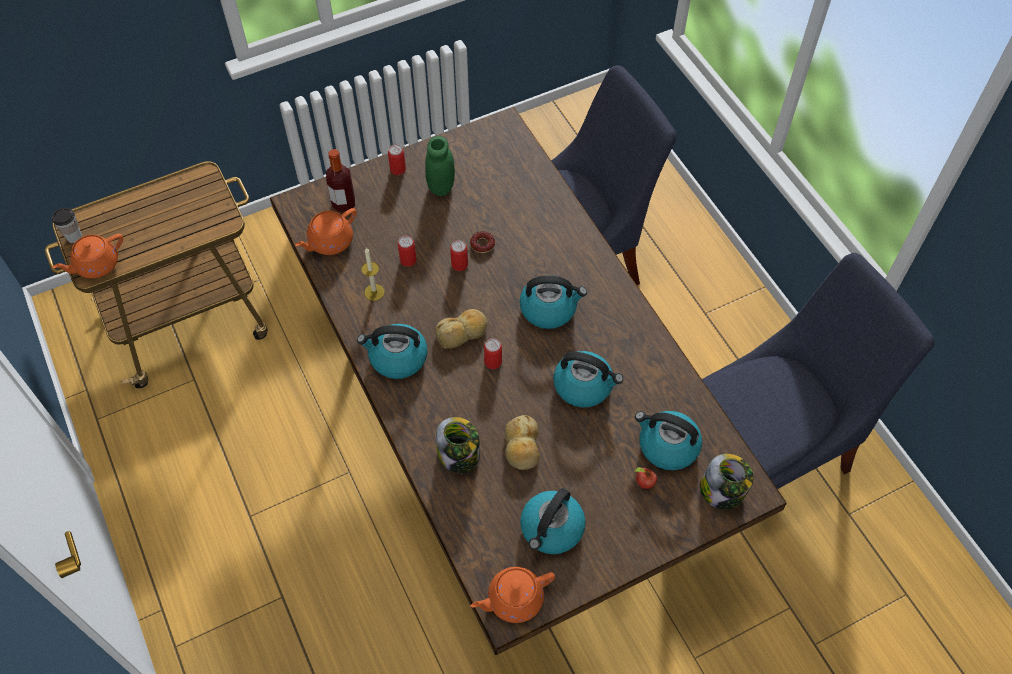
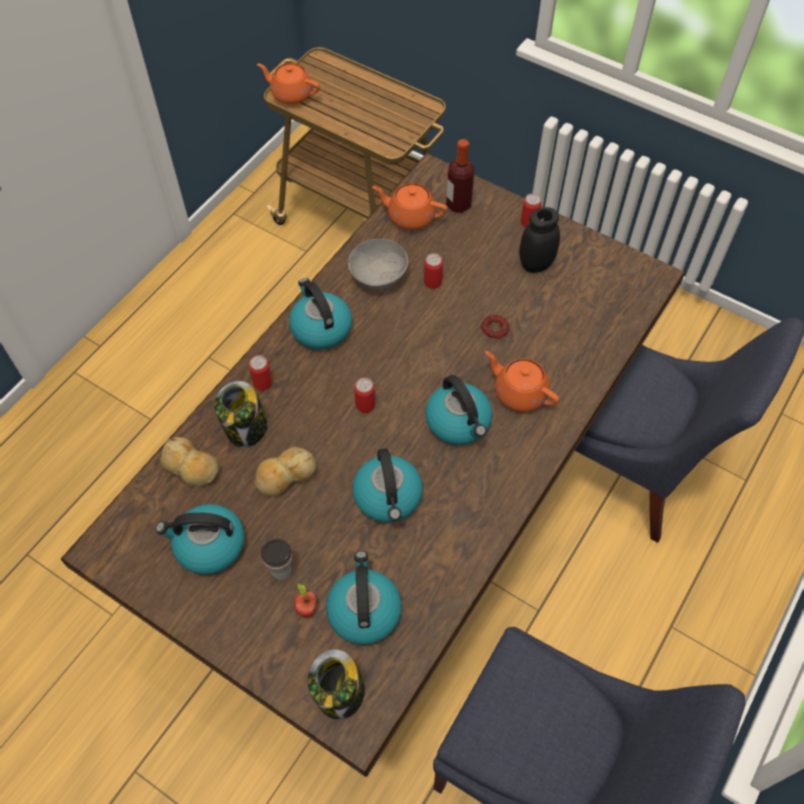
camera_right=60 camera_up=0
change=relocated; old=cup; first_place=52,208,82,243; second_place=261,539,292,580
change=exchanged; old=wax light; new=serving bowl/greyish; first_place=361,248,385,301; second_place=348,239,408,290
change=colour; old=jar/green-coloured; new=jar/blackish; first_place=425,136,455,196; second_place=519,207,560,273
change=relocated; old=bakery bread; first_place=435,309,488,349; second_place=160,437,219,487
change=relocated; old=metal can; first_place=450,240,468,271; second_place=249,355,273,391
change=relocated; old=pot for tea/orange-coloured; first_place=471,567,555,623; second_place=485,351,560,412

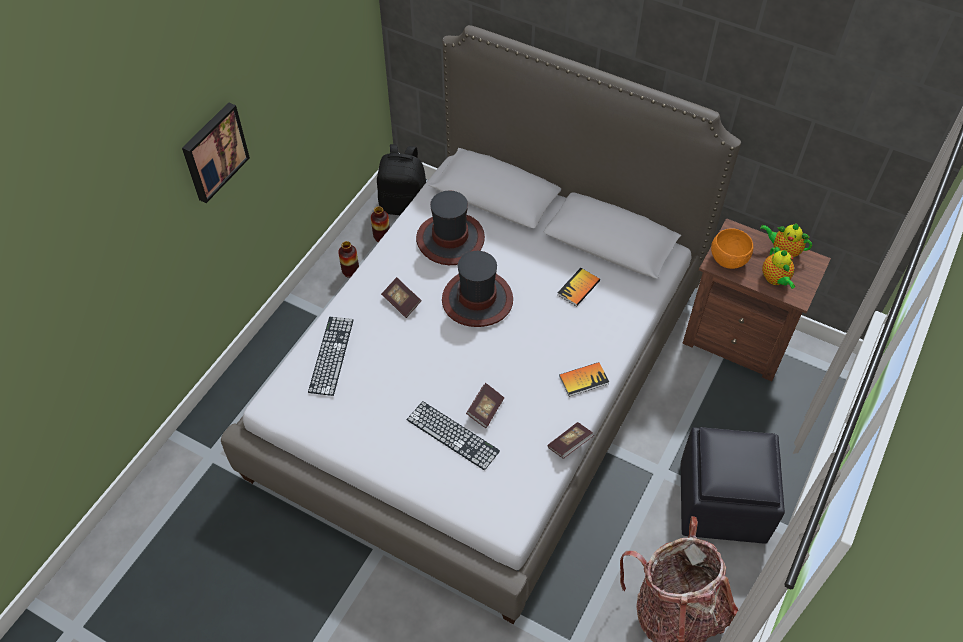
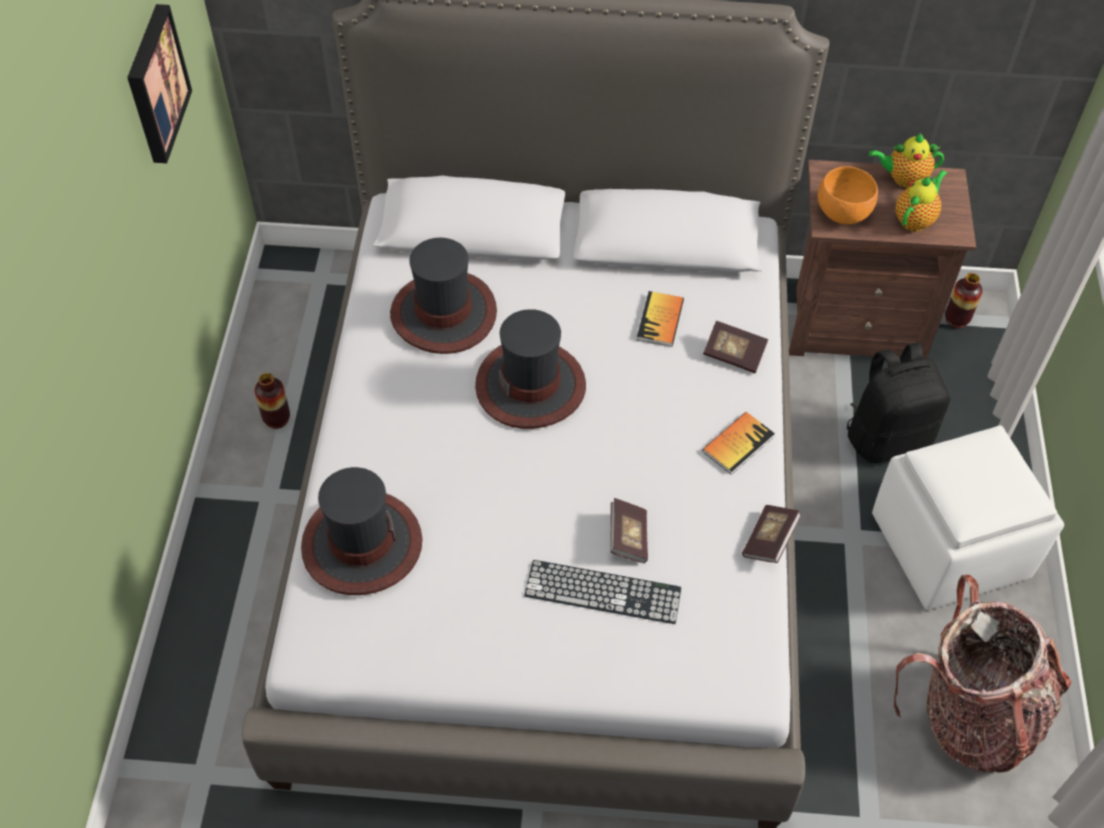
camera_right=-25 camera_up=0
change=relocated; old=wall art; first_place=182,102,250,203; second_place=127,4,192,163
change=exchanged; old=keyboard; new=wearable hat; first_place=308,317,354,396; second_place=301,467,422,595
change=relocated; old=flower vase; first_place=371,207,390,242; second_place=945,273,983,329
change=relocated; old=backpack/blackish; first_place=377,144,426,215; second_place=847,342,950,463
change=relocated; old=bound book; first_place=381,277,422,318; second_place=703,321,768,373
change=colour; old=ottoman/blackish; new=ottoman/whitish; first_place=681,427,785,543; second_place=872,425,1064,610
change=spun; old=pot for tea; first_place=762,245,795,289; second_place=895,170,947,231; degrees=-105

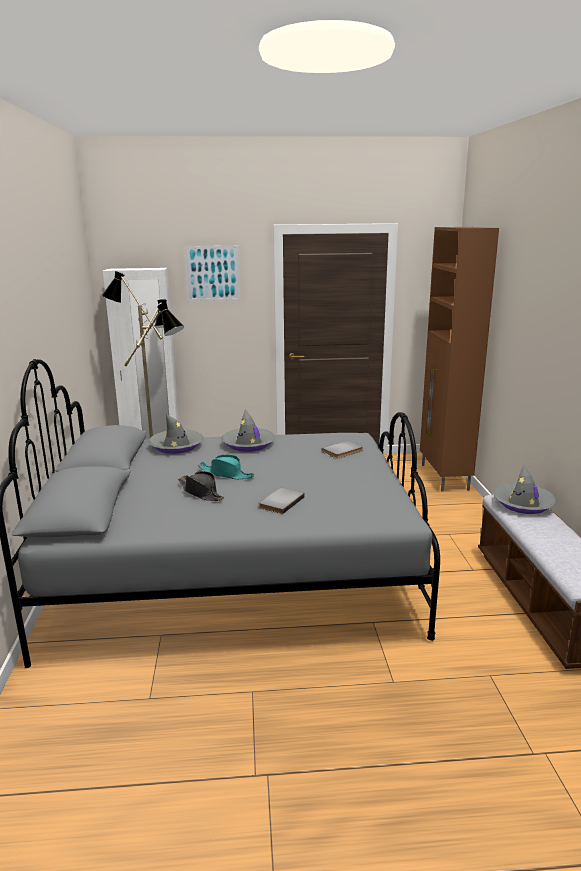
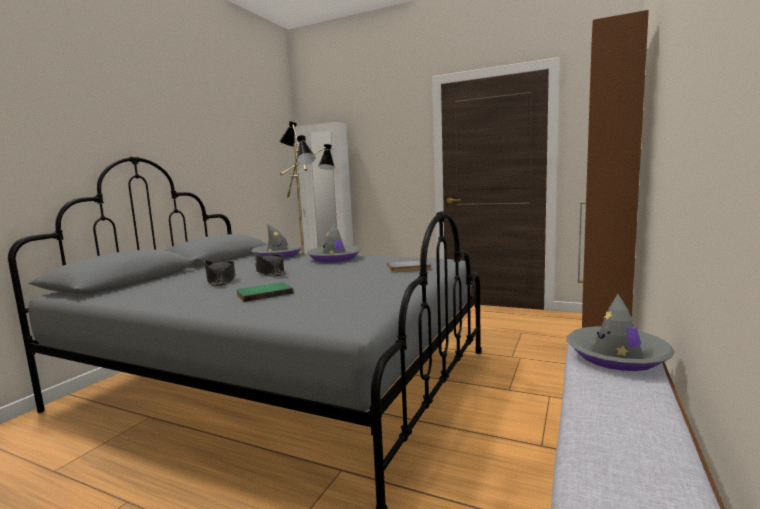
camera_right=30 camera_up=-10
change=missing; old=wall art; first_place=184,246,240,301
change=colour; old=wearable hat/blue-green; new=wearable hat/blackish; first_place=198,455,255,479; second_place=255,254,286,277
change=colour; old=bound book/greyish; new=bound book/green-coloured; first_place=259,487,305,514; second_place=236,282,293,302

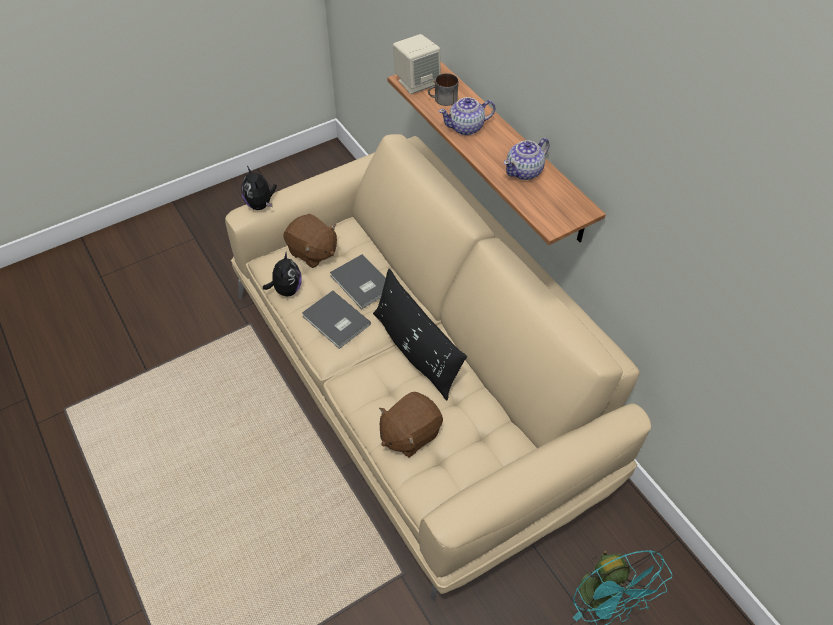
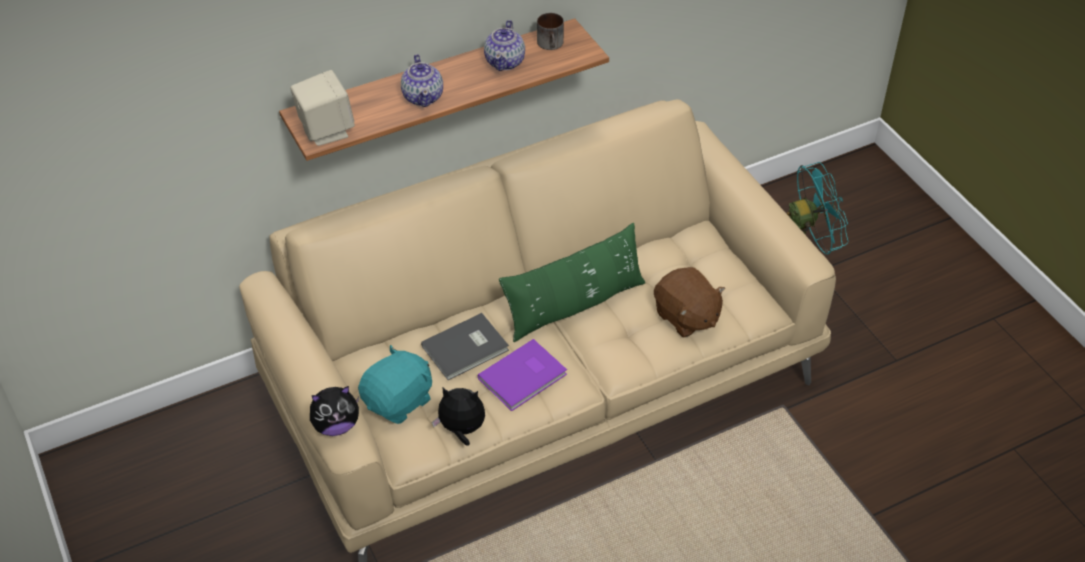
camera_right=-85 camera_up=-5
change=colour; old=plush toy/brownish; new=plush toy/blue-green; first_place=283,214,337,268; second_place=358,345,432,424
change=colour; old=bound book/greyish; new=bound book/purple; first_place=302,290,371,349; second_place=478,339,567,411
change=colour; old=cushion/blackish; new=cushion/green-coloured; first_place=373,268,467,400; second_place=499,223,645,342
change=relocated; old=coffee mug; first_place=428,73,458,106; second_place=537,13,564,50
change=spun; old=pot for tea; first_place=504,138,549,180; second_place=484,20,525,71; degrees=45

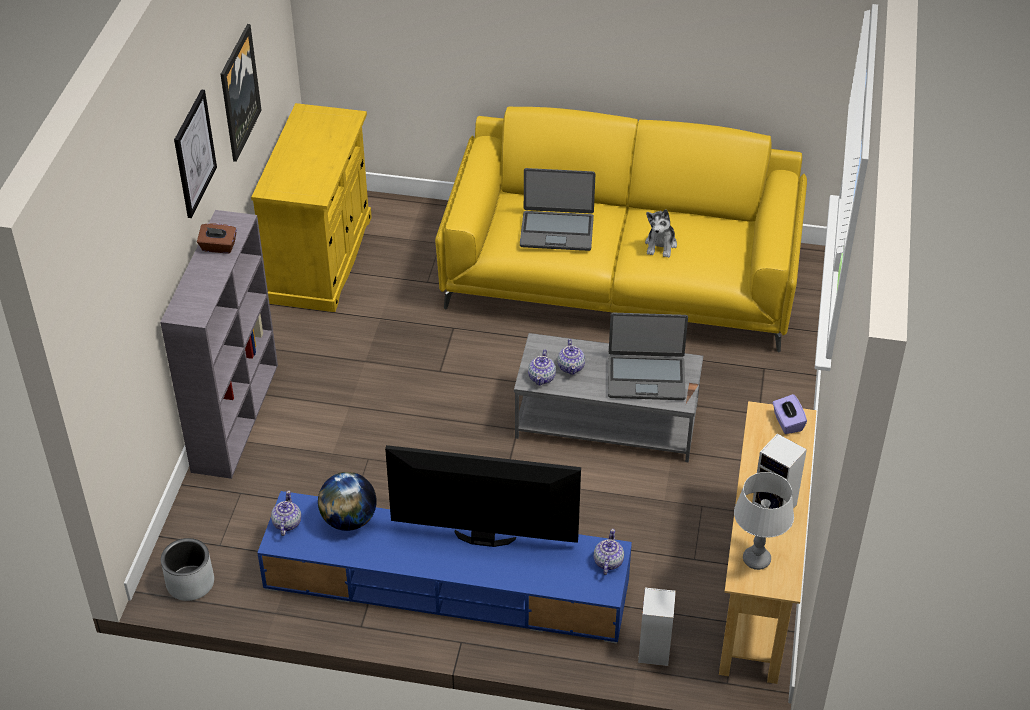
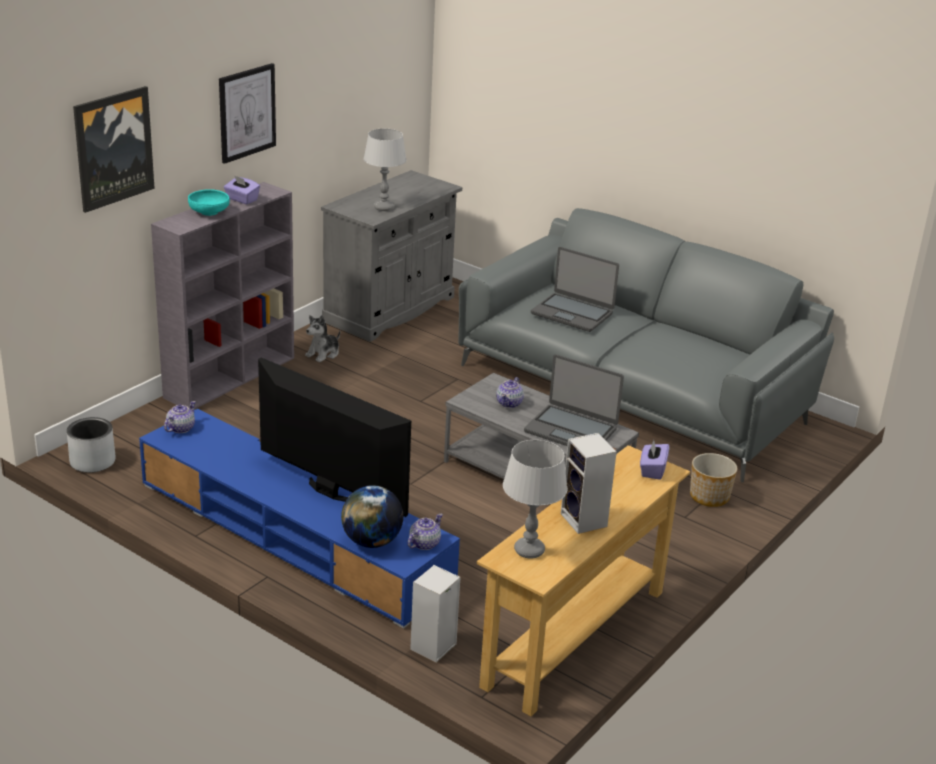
camera_right=25 camera_up=-15
change=colour; old=tissue box/brownish; new=tissue box/purple; first_place=197,223,237,253; second_place=224,175,260,204
change=relocated; old=wall art; first_place=220,24,262,162; second_place=73,86,155,213
change=colour; old=cabinet/yellowish; new=cabinet/greyish; first_place=251,103,372,312; second_place=321,170,462,342
change=relocated; old=desk globe; first_place=318,472,377,531; second_place=341,485,403,548
change=colour; old=settee/yellowish; new=settee/greyish; first_place=435,106,807,353; second_place=458,208,834,482
change=missing; old=pot for tea; first_place=528,349,556,386
change=relocated; old=plush toy; first_place=645,209,677,258; second_place=305,315,340,362
change=appeared; new=serving bowl/blue-green; second_place=188,189,230,216
change=appeared; new=tabletop lamp/greyish; second_place=364,129,407,211
change=appeared; new=planter; second_place=690,453,737,507

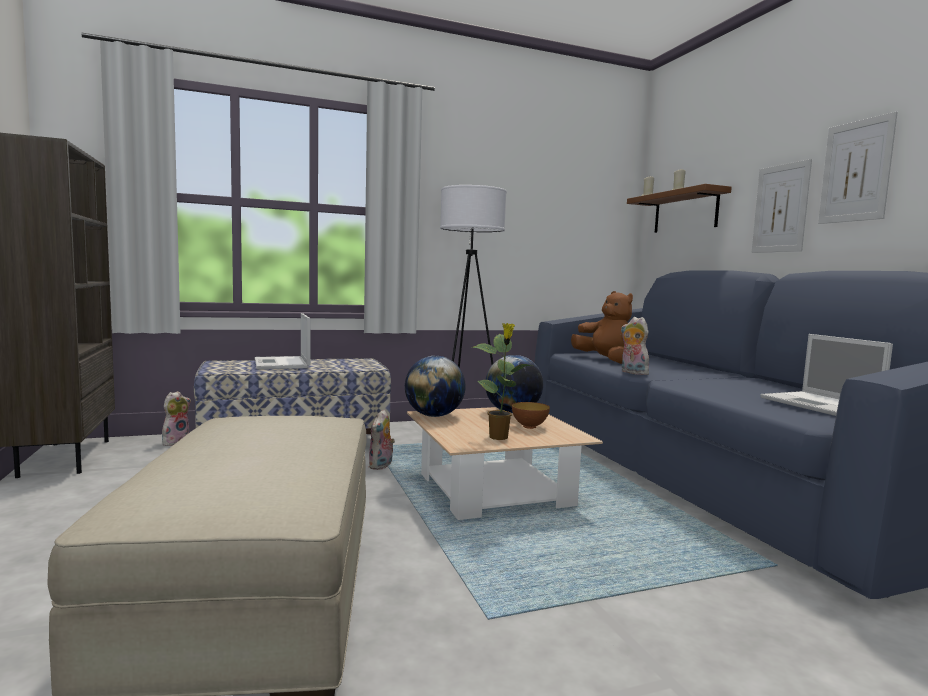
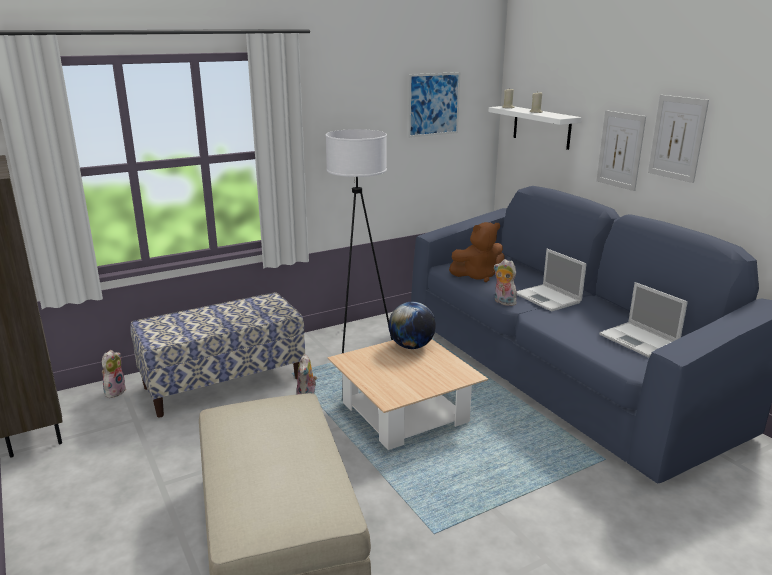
camera_right=-10 camera_up=15
change=relocated; old=laptop; first_place=255,313,311,369; second_place=517,249,587,312
change=missing; old=desk globe; first_place=405,356,466,417
change=missing; old=houseplant; first_place=471,323,532,440
change=missing; old=serving bowl; first_place=512,402,550,429
change=spun; old=plush toy/brownish; first_place=571,291,633,364; second_place=449,222,505,282; degrees=120
change=colour; old=bracket shelf/brownish; new=bracket shelf/whitish; first_place=627,184,732,233; second_place=489,106,582,150
change=appeared; new=wall art; second_place=408,72,460,138

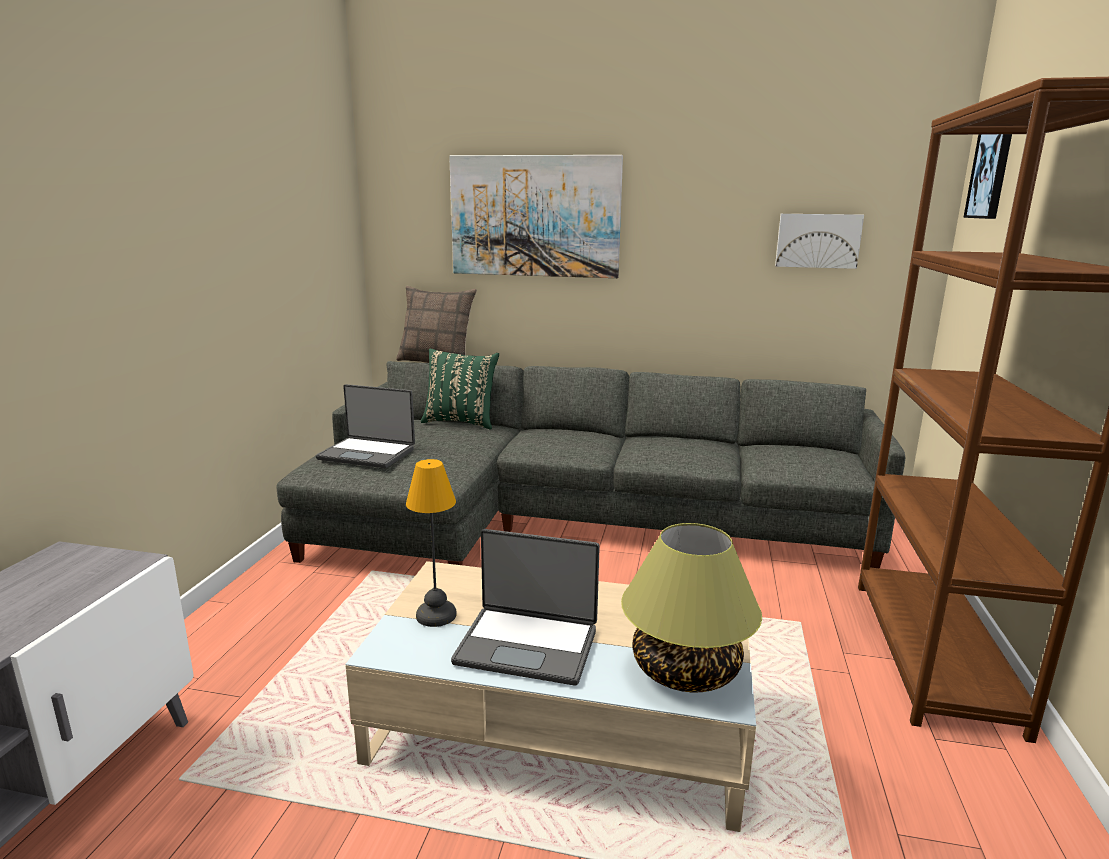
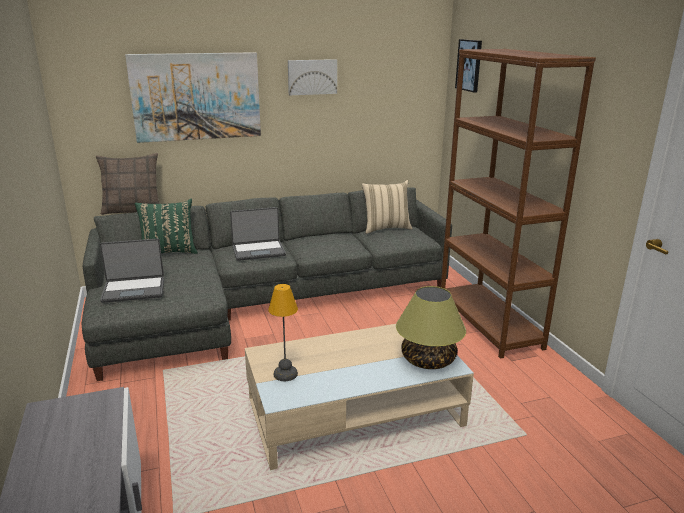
camera_right=-30 camera_up=5
change=relocated; old=laptop; first_place=451,529,600,686; second_place=230,207,286,261
change=relocated; old=wall art; first_place=775,214,864,269; second_place=288,59,337,95
change=appeared; new=cushion/beige; second_place=362,180,412,234

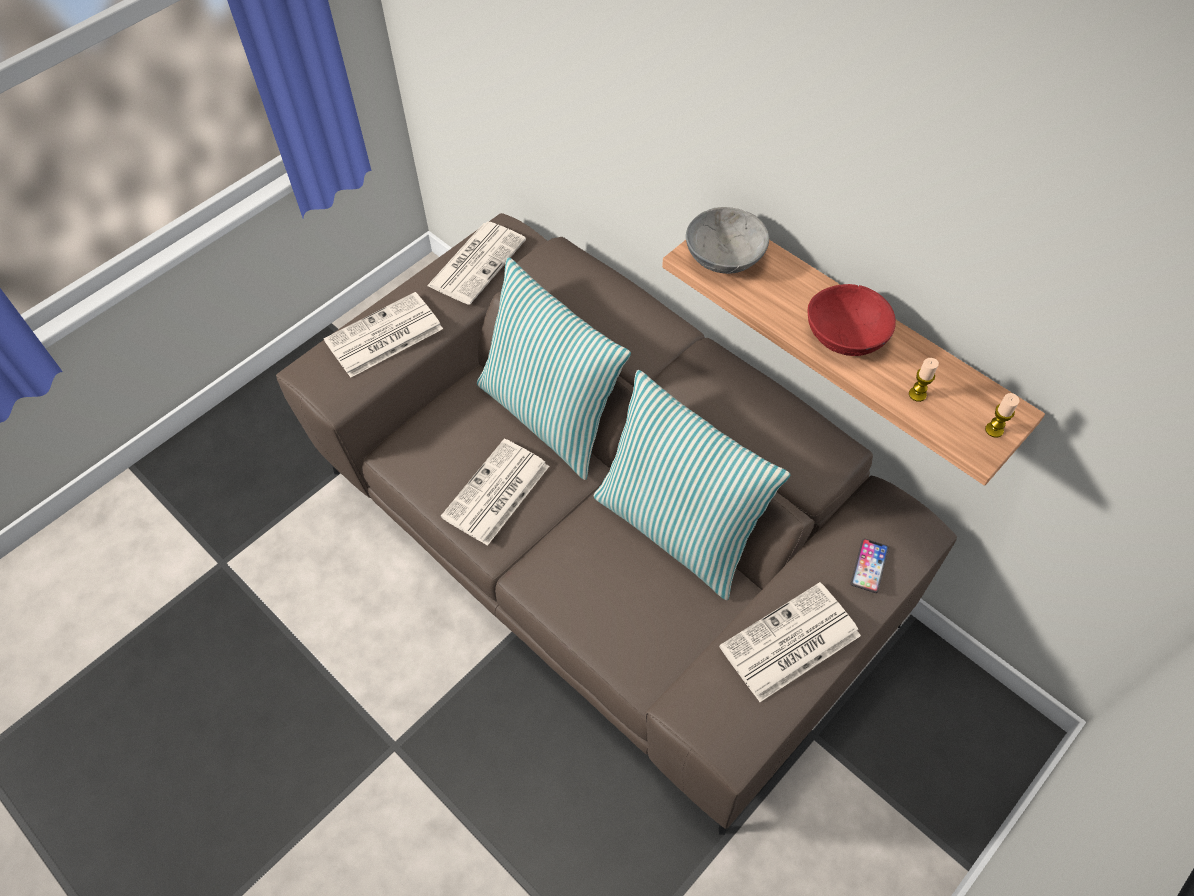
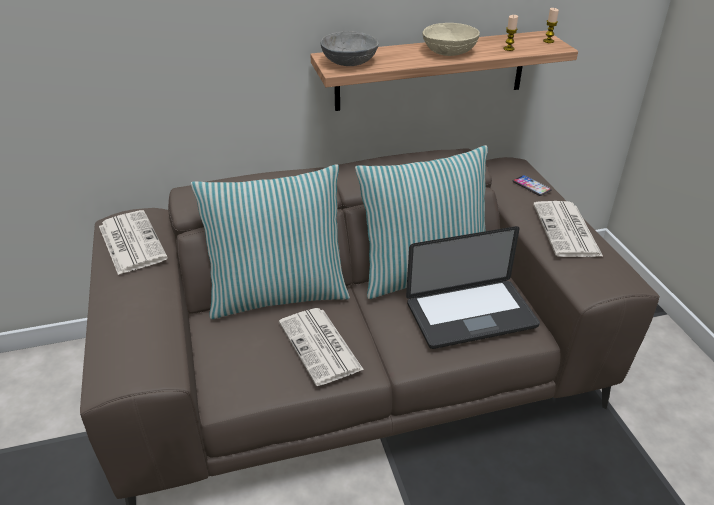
camera_right=-60 camera_up=-20
change=missing; old=daily paper; first_place=324,292,443,378
change=colour; old=serving bowl/reddish; new=serving bowl/beige; first_place=808,284,896,356; second_place=423,23,480,56
change=appeared; new=laptop; second_place=406,226,540,349

